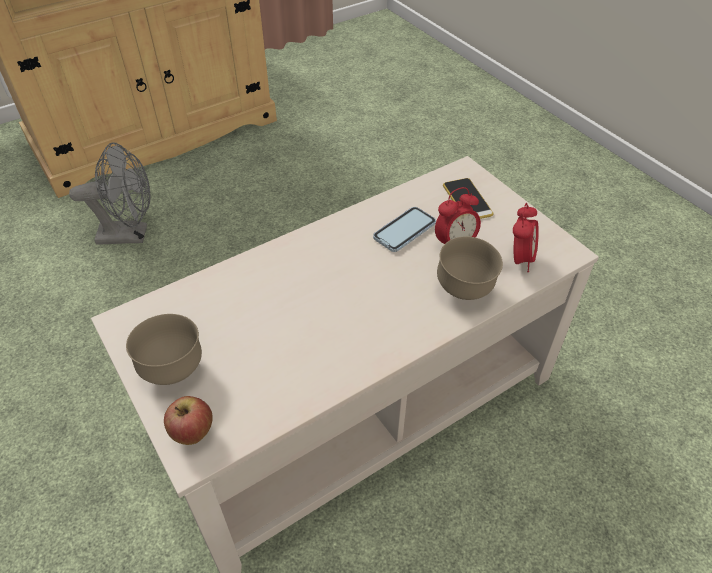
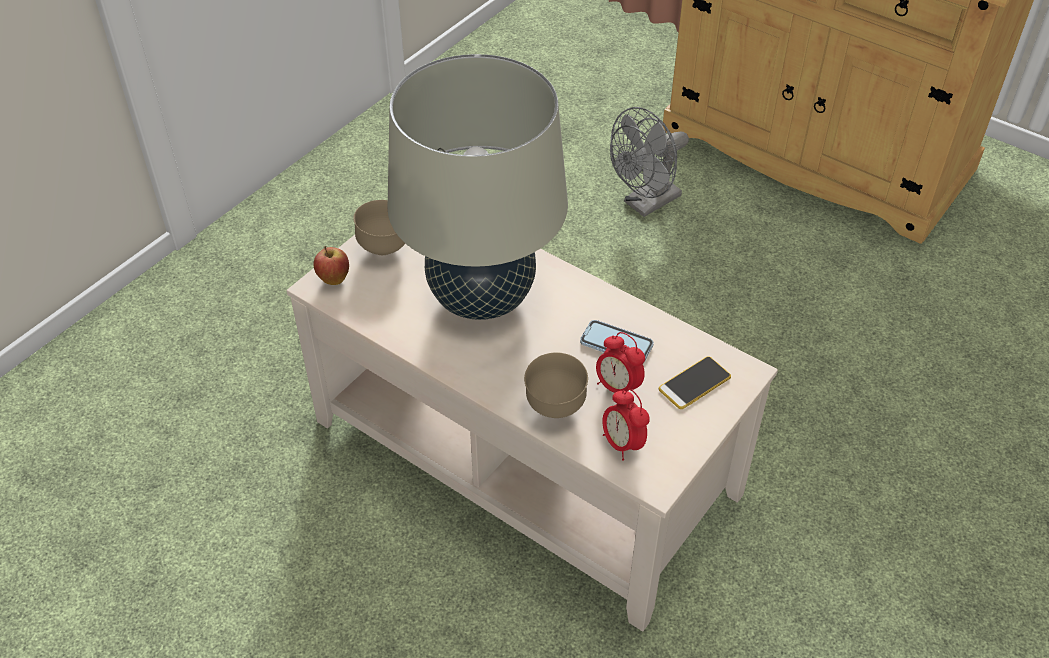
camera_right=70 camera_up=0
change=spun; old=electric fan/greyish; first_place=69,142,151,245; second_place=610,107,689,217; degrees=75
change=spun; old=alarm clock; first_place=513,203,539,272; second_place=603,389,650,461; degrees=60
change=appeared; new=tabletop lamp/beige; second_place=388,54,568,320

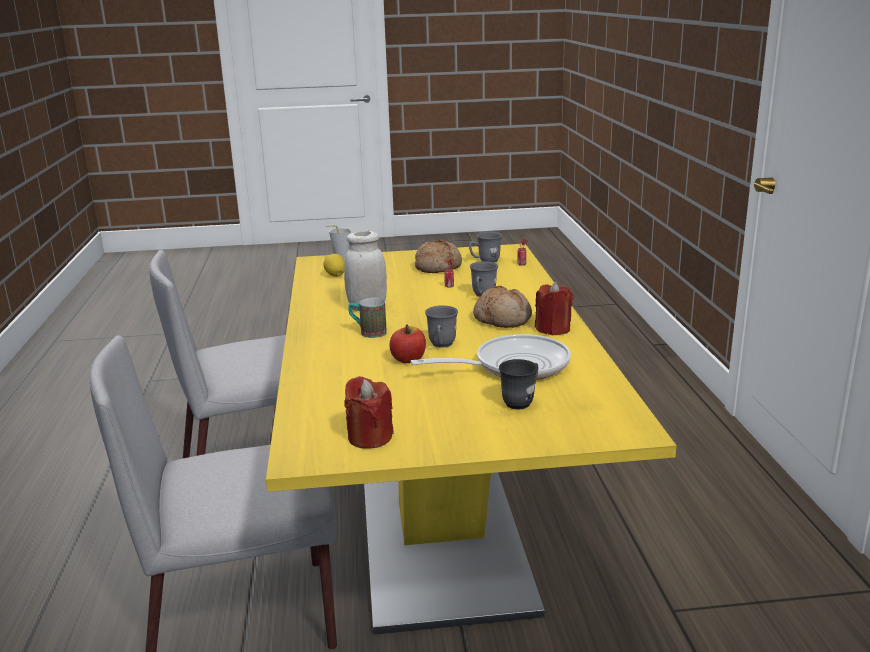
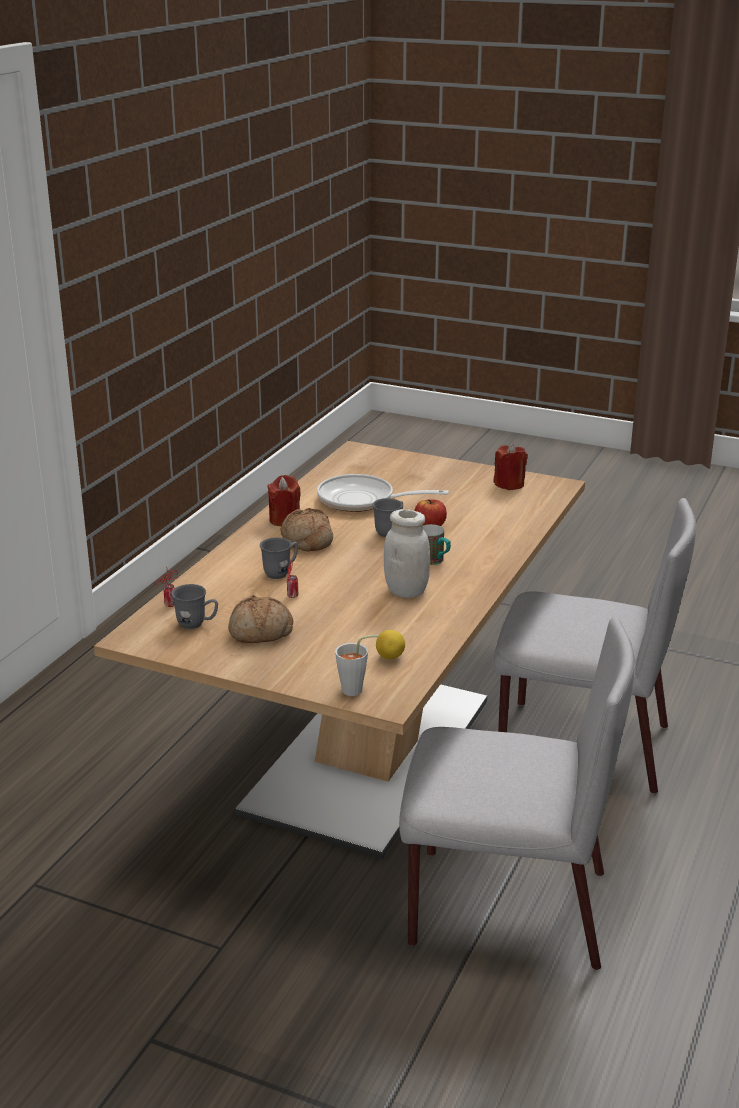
camera_right=-150 camera_up=5
change=colour; old=dining table/yellowish; new=dining table/brownish; first_place=266,244,677,635; second_place=94,441,585,859
change=missing; old=coffee mug/greyish; first_place=499,359,539,409

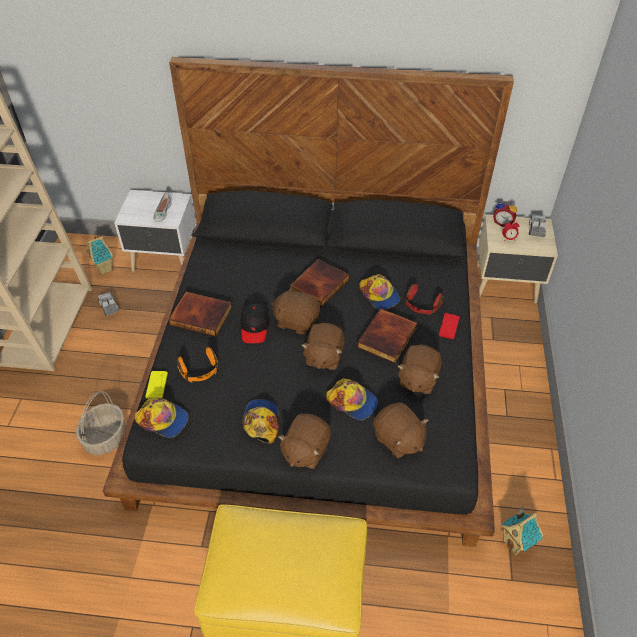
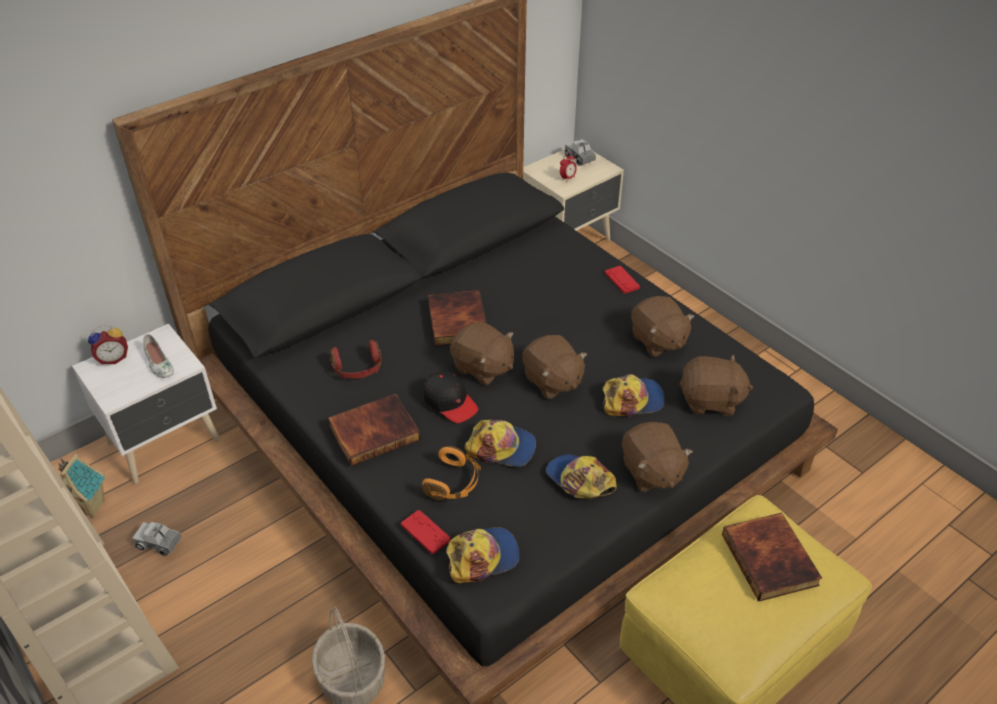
camera_right=-45 camera_up=-5
change=colour; old=joypad/yellowish; new=joypad/reddish; first_place=145,371,168,399; second_place=401,510,451,554
change=spun; old=plush toy/brownish; first_place=272,286,320,335; second_place=450,321,514,385; degrees=-120
change=relocated; old=bound book; first_place=357,308,417,363; second_place=722,513,822,602
change=relocated; old=peaked cap; first_place=359,274,400,310; second_place=465,420,536,467
change=relocated; old=pair of headphones/reddish; first_place=405,284,444,315; second_place=330,340,382,379
change=relocated; old=alarm clock; first_place=493,201,517,227; second_place=88,326,128,364
change=missing; old=toy house; first_place=501,507,543,555

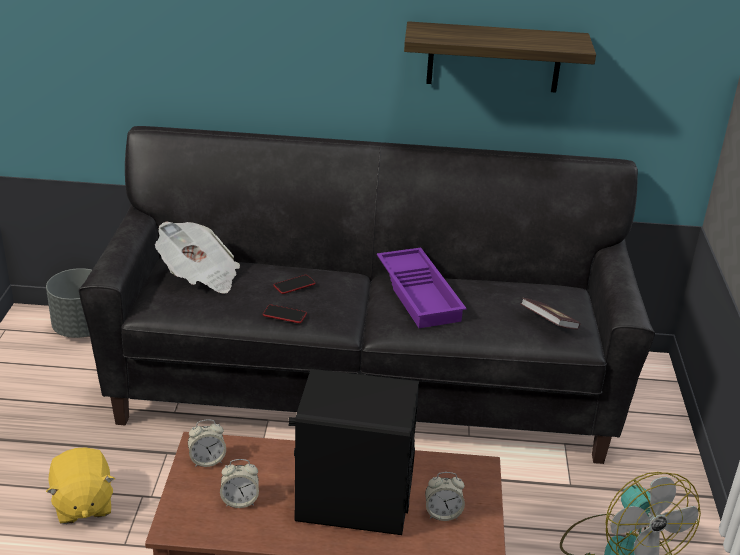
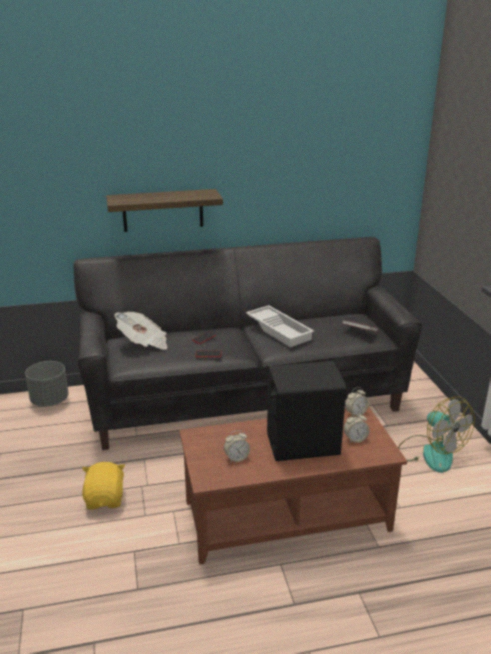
camera_right=-15 camera_up=-5
change=spun; old=plush toy/yellowish; first_place=46,447,115,524; second_place=82,462,125,510; degrees=-150
change=relocated; old=alarm clock; first_place=188,419,226,467; second_place=345,387,369,417
change=colour; old=tray/purple; new=tray/whitish; first_place=377,247,467,328; second_place=246,305,314,347
change=relocated; old=bracket shelf; first_place=404,21,596,93; second_place=106,189,223,232

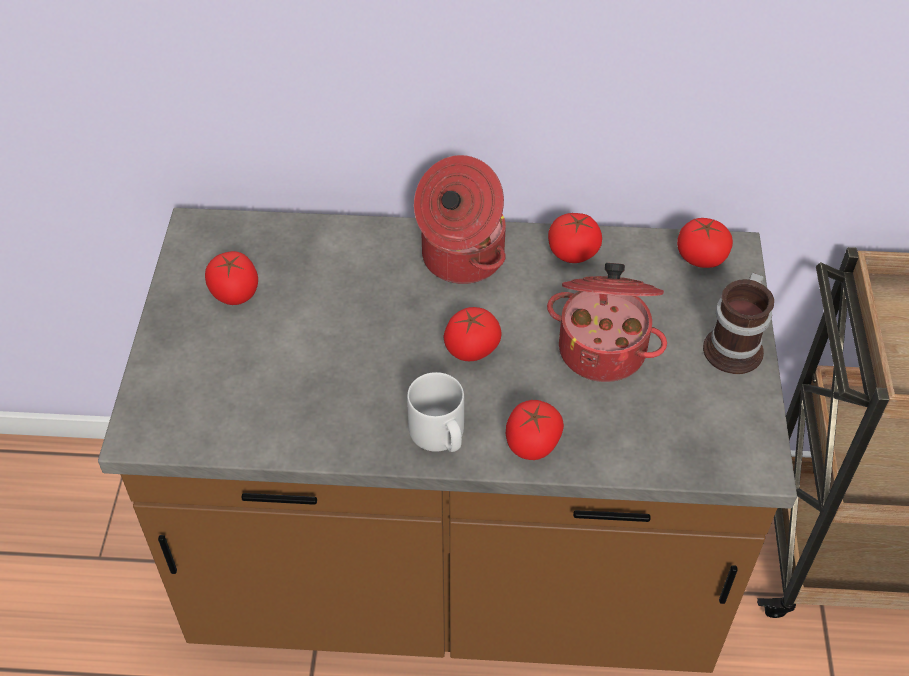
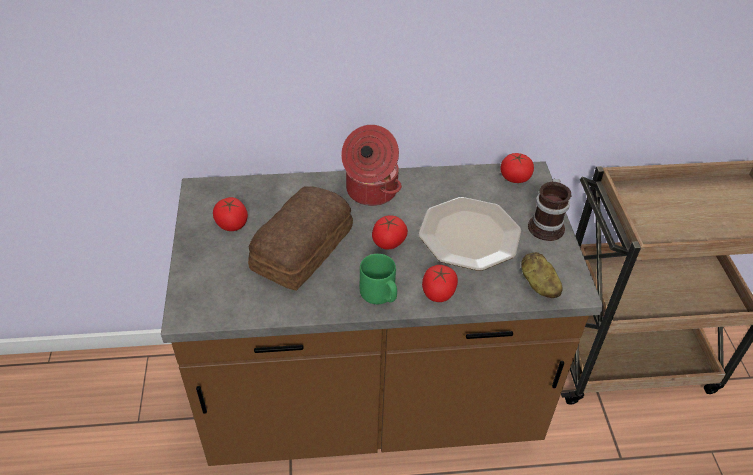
camera_right=-10 camera_up=-5
change=colour; old=coffee mug/greyish; new=coffee mug/green-coloured; first_place=407,372,464,452; second_place=360,254,397,304
change=exchanged; old=stockpot; new=flat dish; first_place=547,263,667,382; second_place=419,197,521,271
change=missing; old=whole tomato; first_place=548,213,602,263
change=appeared; new=bakery bread; second_place=248,186,353,291
change=appeared; new=spud; second_place=521,252,563,298

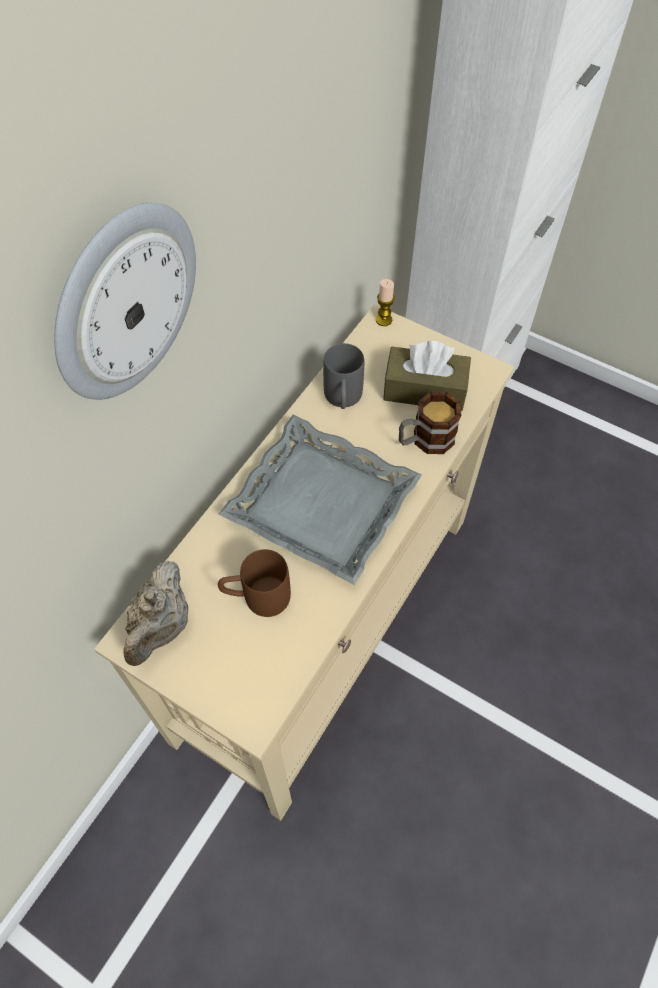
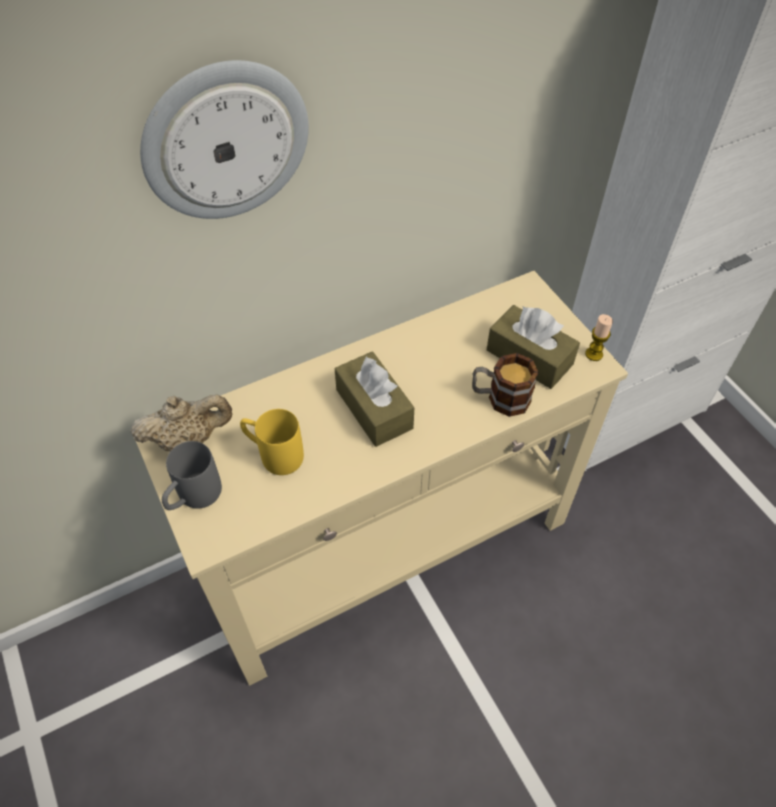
camera_right=30 camera_up=-5
change=spun; old=pot for tea/beige; first_place=123,561,188,666; second_place=130,395,233,452; degrees=-150
change=colour; old=coffee mug/brownish; new=coffee mug/yellowish; first_place=218,549,291,617; second_place=240,409,304,475
change=exchanged; old=tray/greyish; new=tissue box/brownish; first_place=219,415,422,585; second_place=335,352,414,447
change=relocated; old=coffee mug/greyish; first_place=323,343,364,409; second_place=162,441,222,510
change=relocated; old=wax light; first_place=376,279,395,326; second_place=585,314,613,361

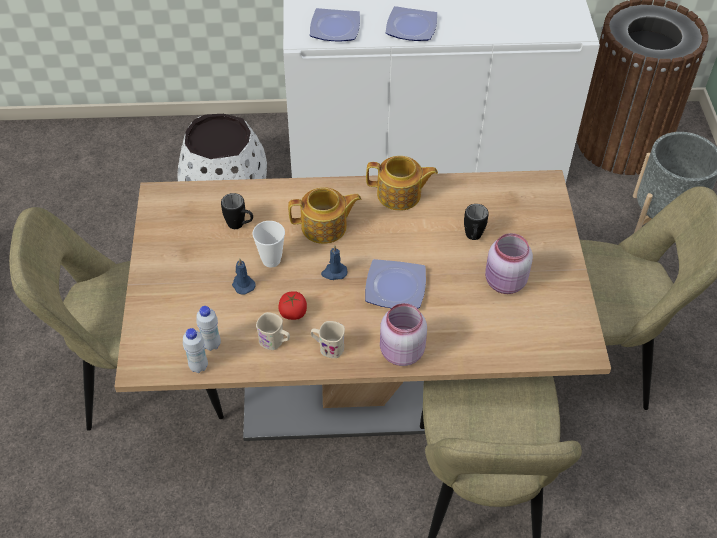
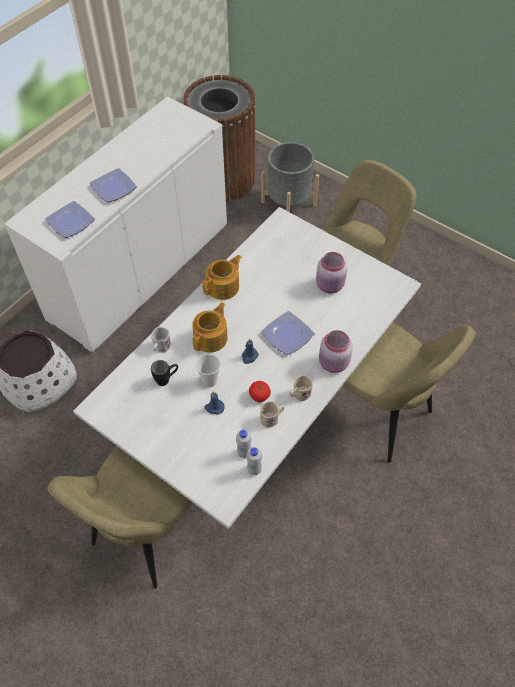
camera_right=-50 camera_up=5
change=colour; old=dining table/brownish; new=dining table/whitish; first_place=114,170,611,441; second_place=73,207,421,529
change=missing; old=coffee mug/blackish; first_place=464,204,489,240
change=appeared; new=coffee mug/whitish; second_place=151,327,171,352

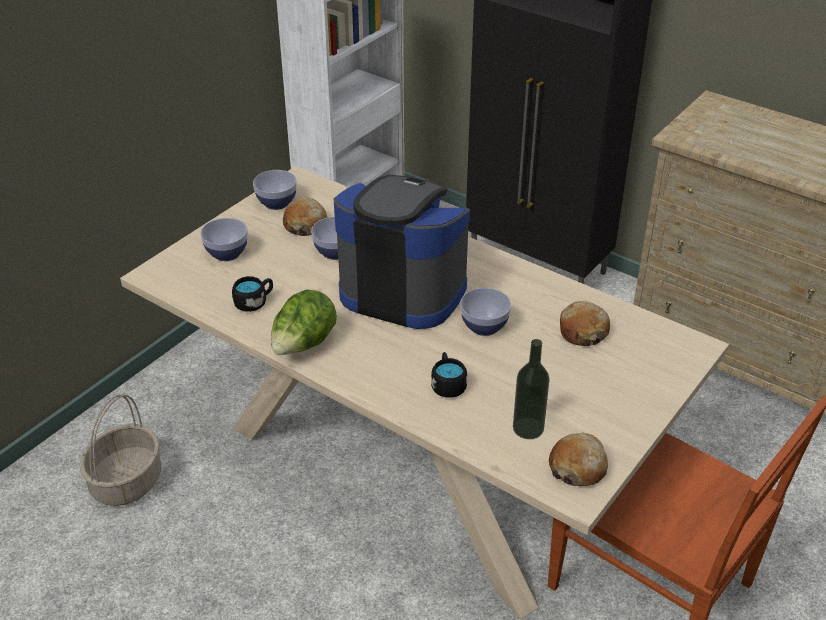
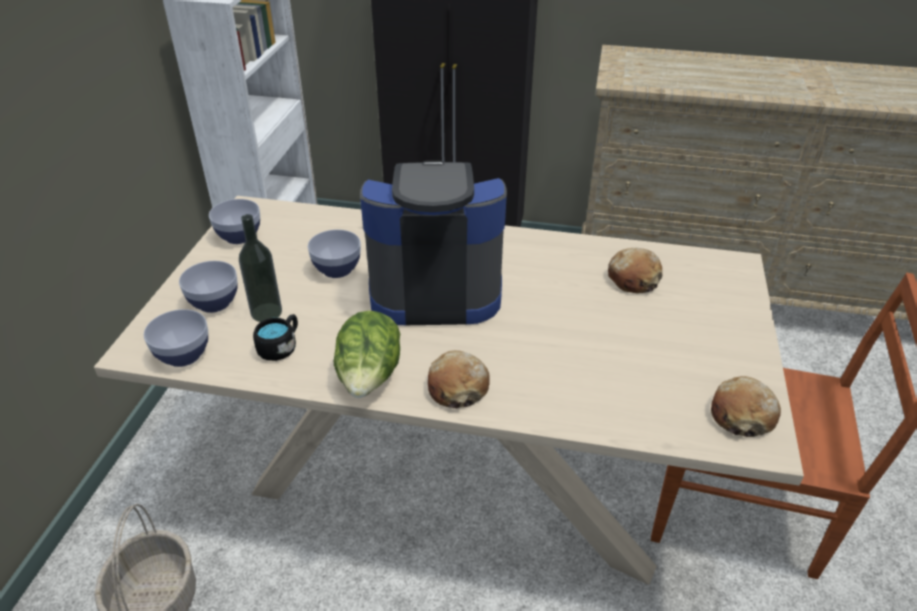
camera_right=-25 camera_up=0
change=relocated; old=bakery bread; first_place=283,197,327,236; second_place=428,350,490,409
change=missing; old=coffee mug/blackish; first_place=431,352,467,398
change=relocated; old=serving bowl; first_place=460,288,511,336; second_place=144,309,208,367
change=relocated; old=drink bottle; first_place=513,339,549,439; second_place=239,214,282,322

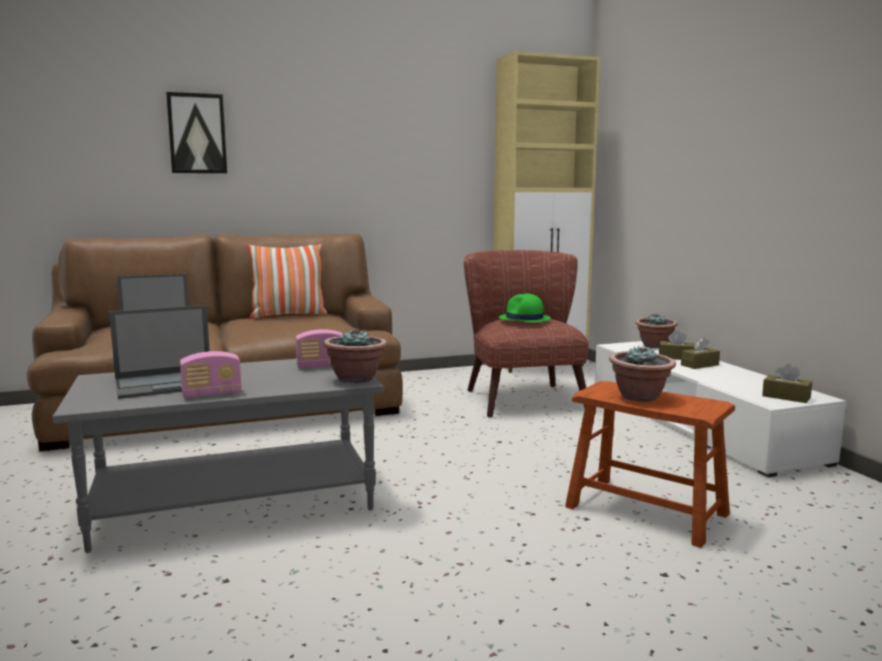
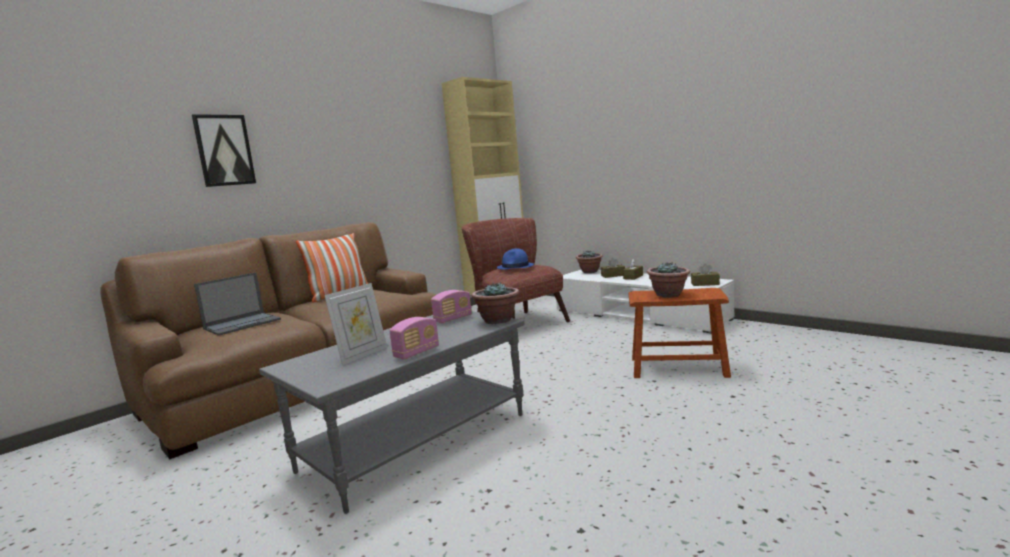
camera_right=-25 camera_up=0
change=exchanged; old=laptop; new=picture frame; first_place=109,305,210,399; second_place=324,283,387,365
change=colour; old=wearable hat/green-coloured; new=wearable hat/blue; first_place=499,293,551,322; second_place=497,248,534,270

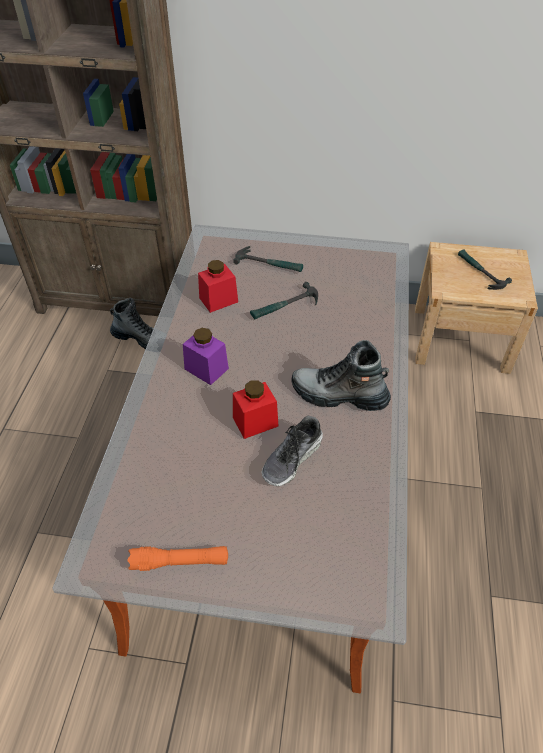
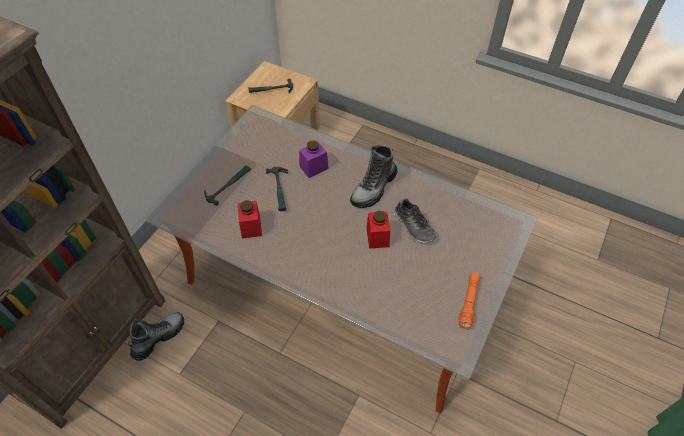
camera_right=-70 camera_up=5
change=relocated; old=jar/purple; first_place=183,328,229,385; second_place=299,140,329,178

